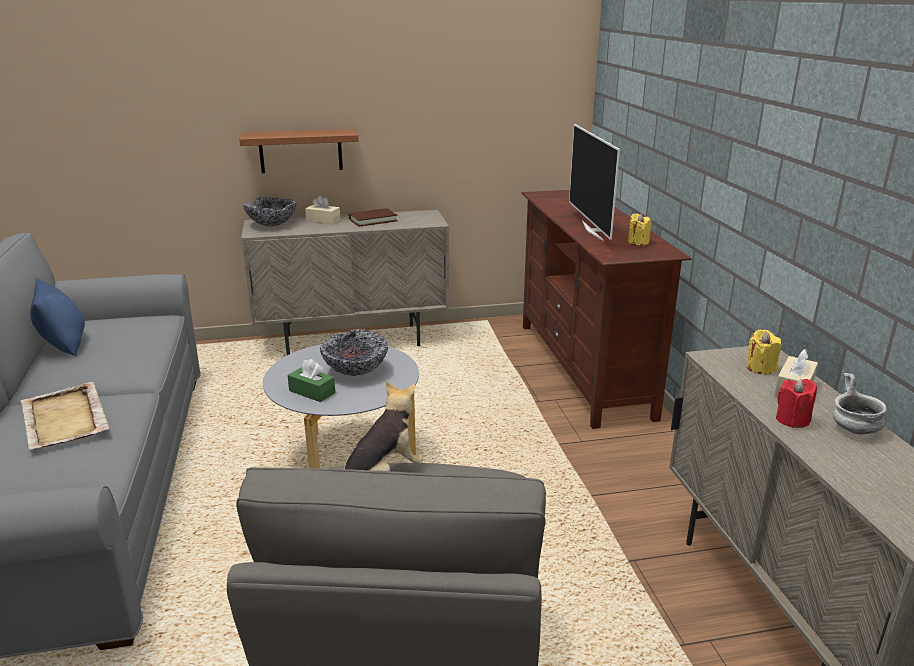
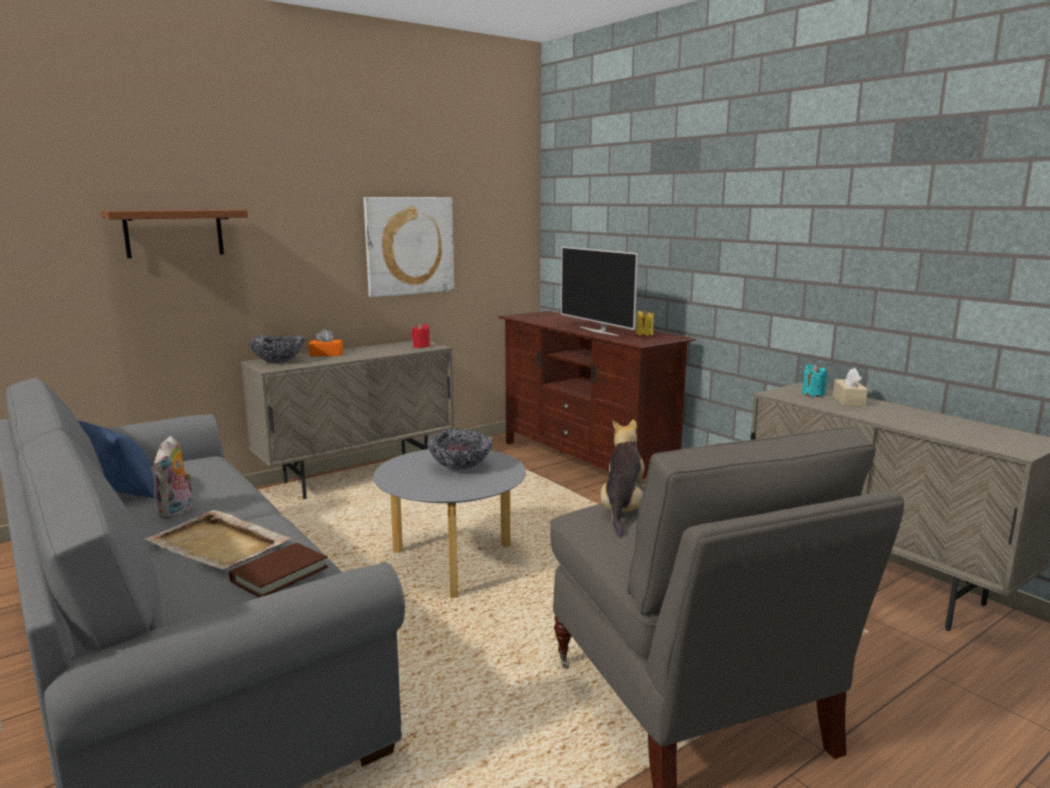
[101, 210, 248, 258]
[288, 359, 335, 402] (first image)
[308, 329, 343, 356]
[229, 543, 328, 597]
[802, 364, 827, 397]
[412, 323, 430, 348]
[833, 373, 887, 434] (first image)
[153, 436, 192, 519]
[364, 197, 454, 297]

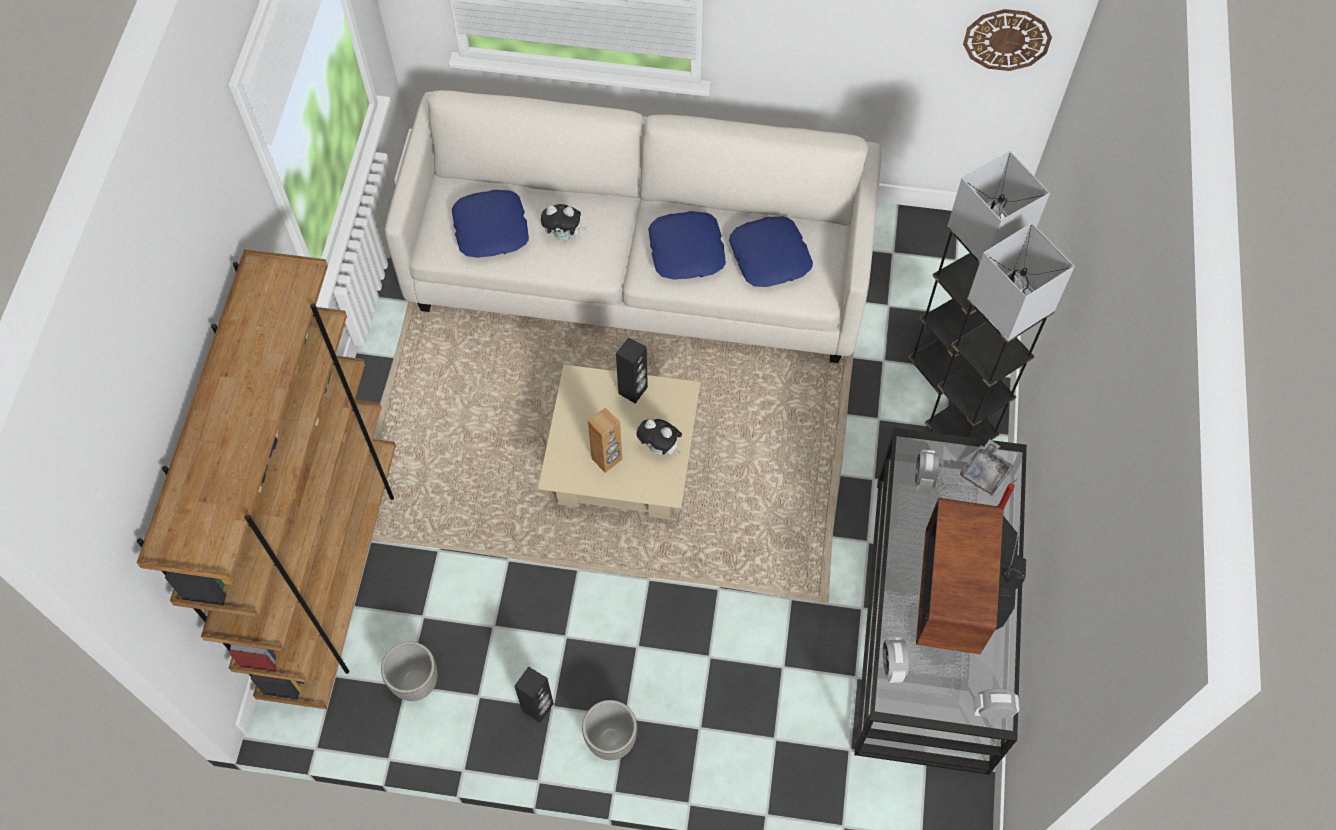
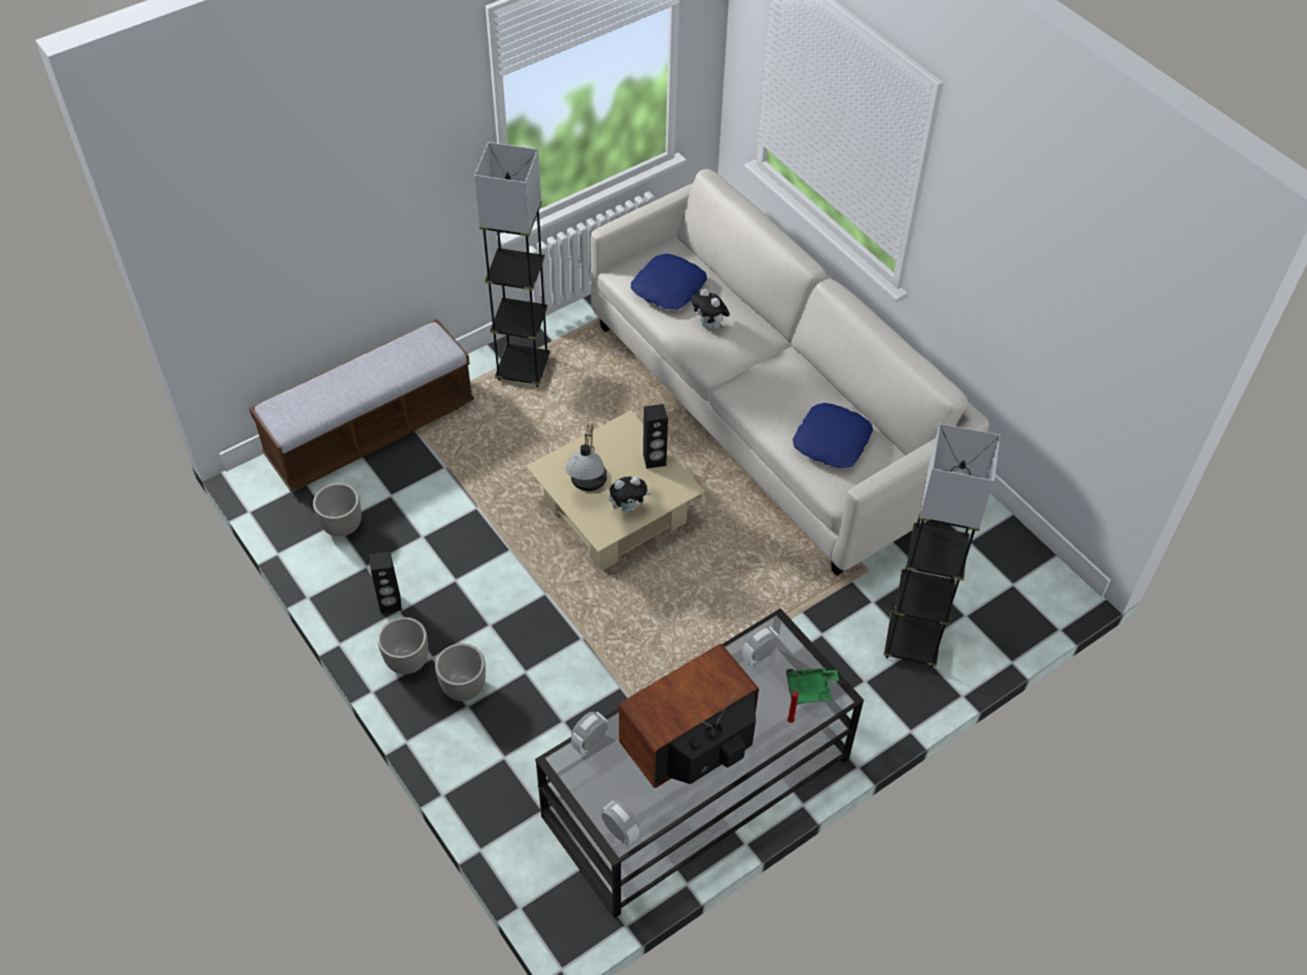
[249, 319, 474, 491]
[566, 423, 607, 491]
[609, 476, 651, 512]
[648, 211, 726, 279] (first image)
[474, 142, 550, 387]
[786, 668, 839, 705]
[963, 9, 1052, 71] (first image)
[435, 643, 486, 701]

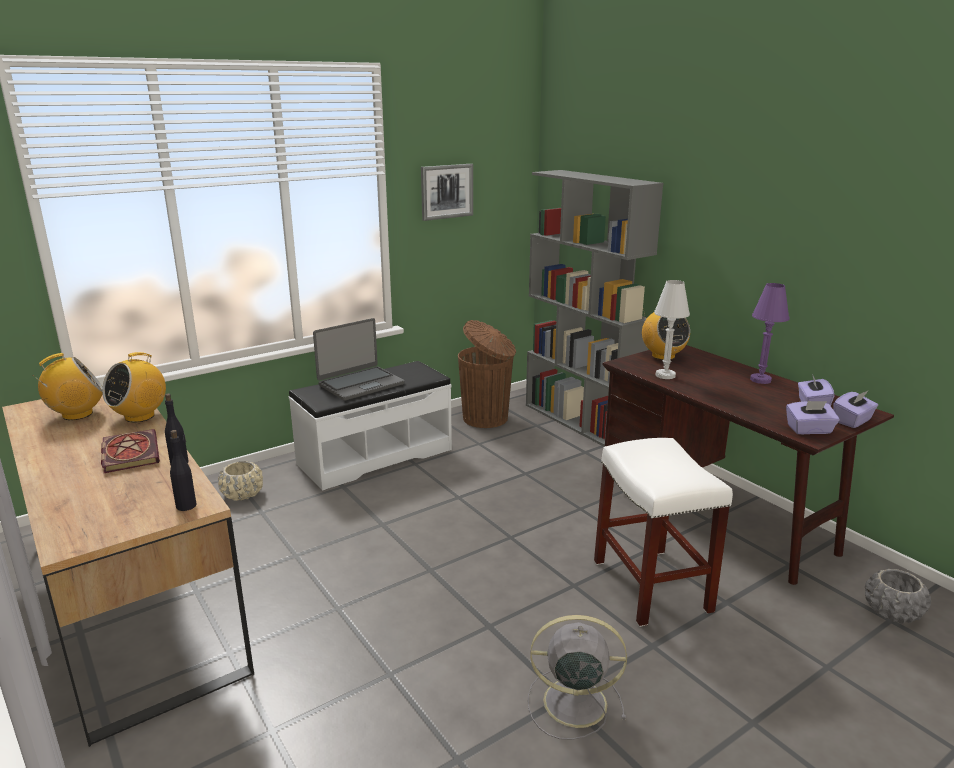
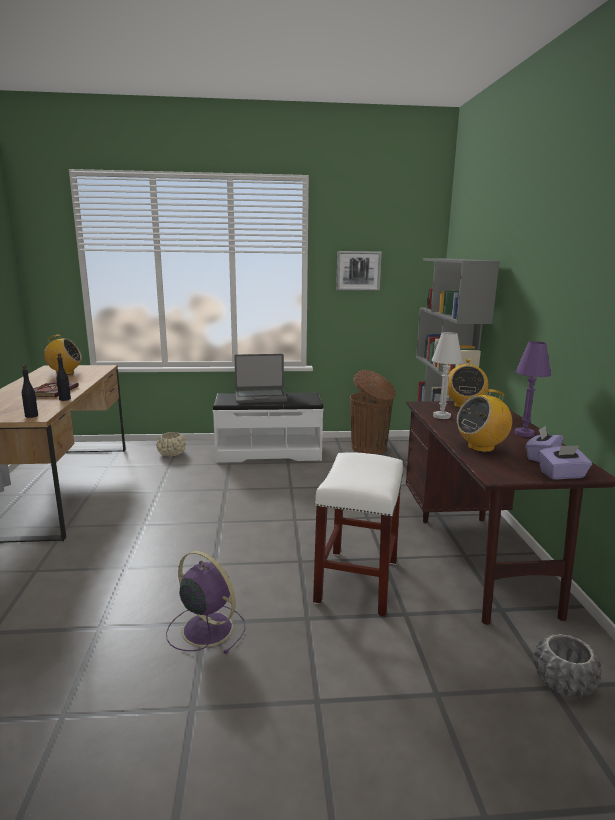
[457, 389, 512, 452]
[166, 551, 246, 654]
[786, 401, 840, 434] (first image)

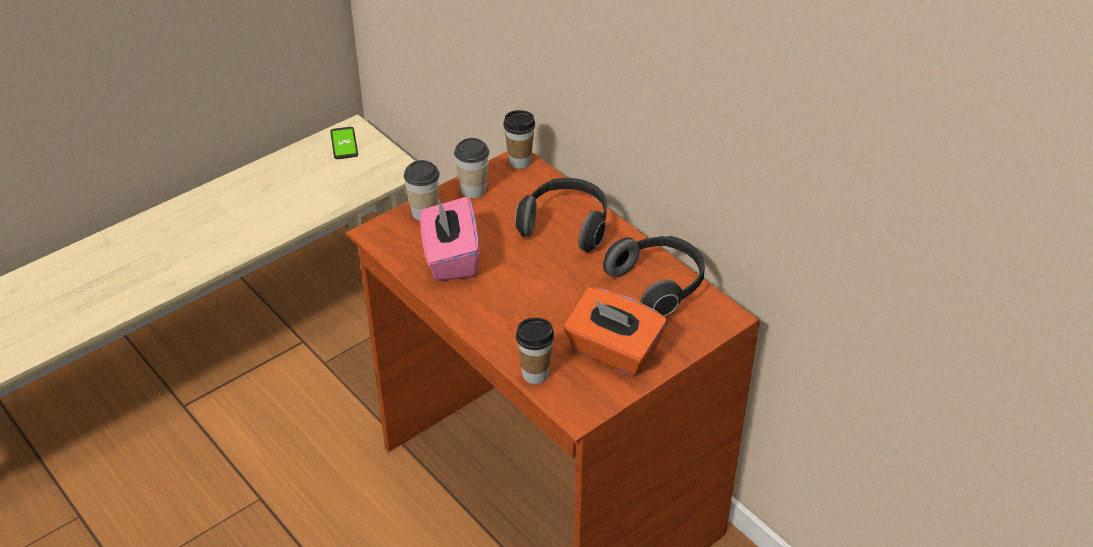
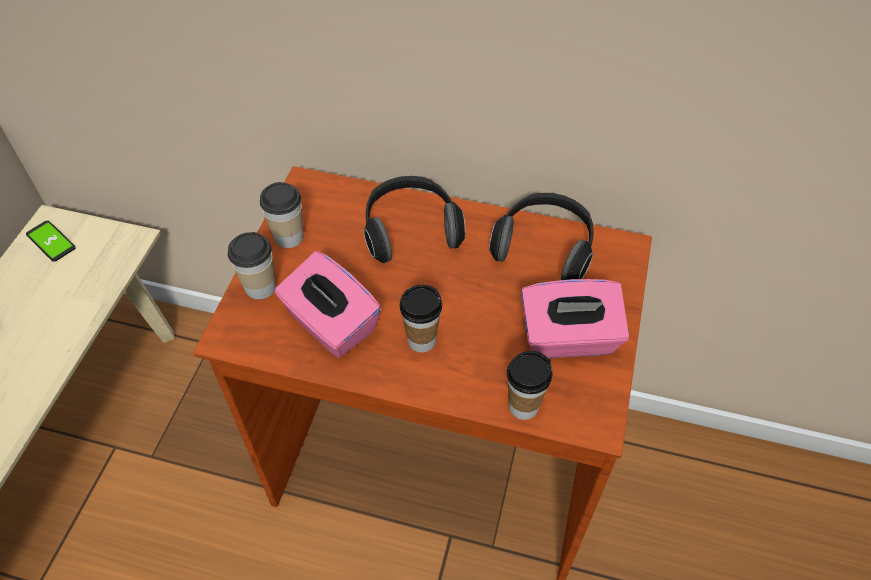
[400, 285, 442, 352]
[521, 279, 629, 359]

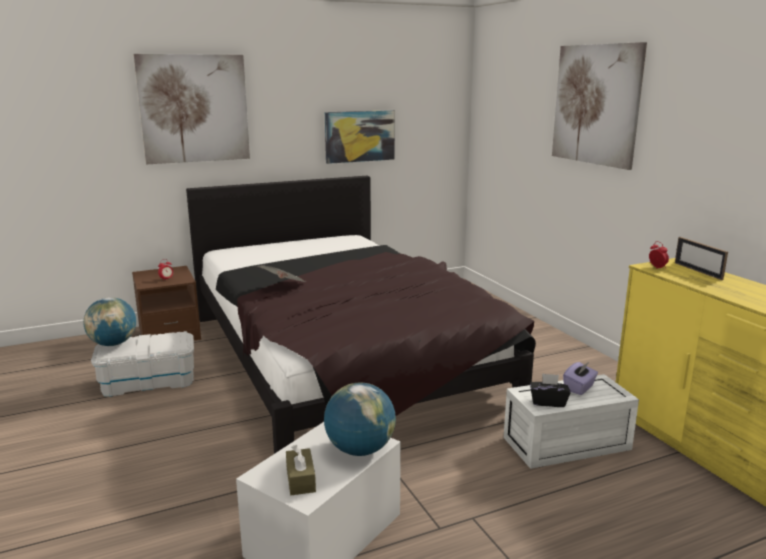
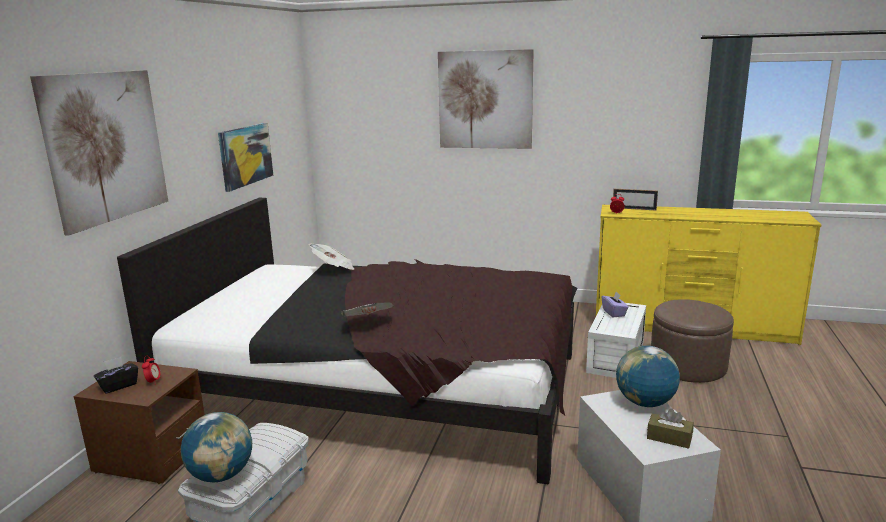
[94, 357, 138, 394]
[308, 244, 354, 270]
[651, 299, 734, 383]

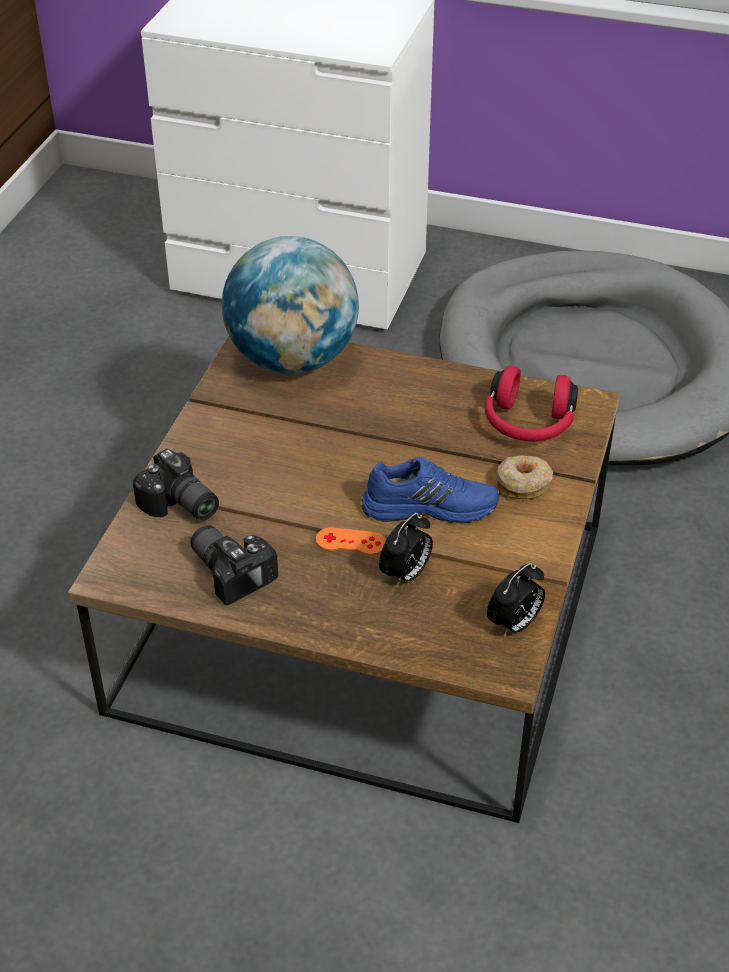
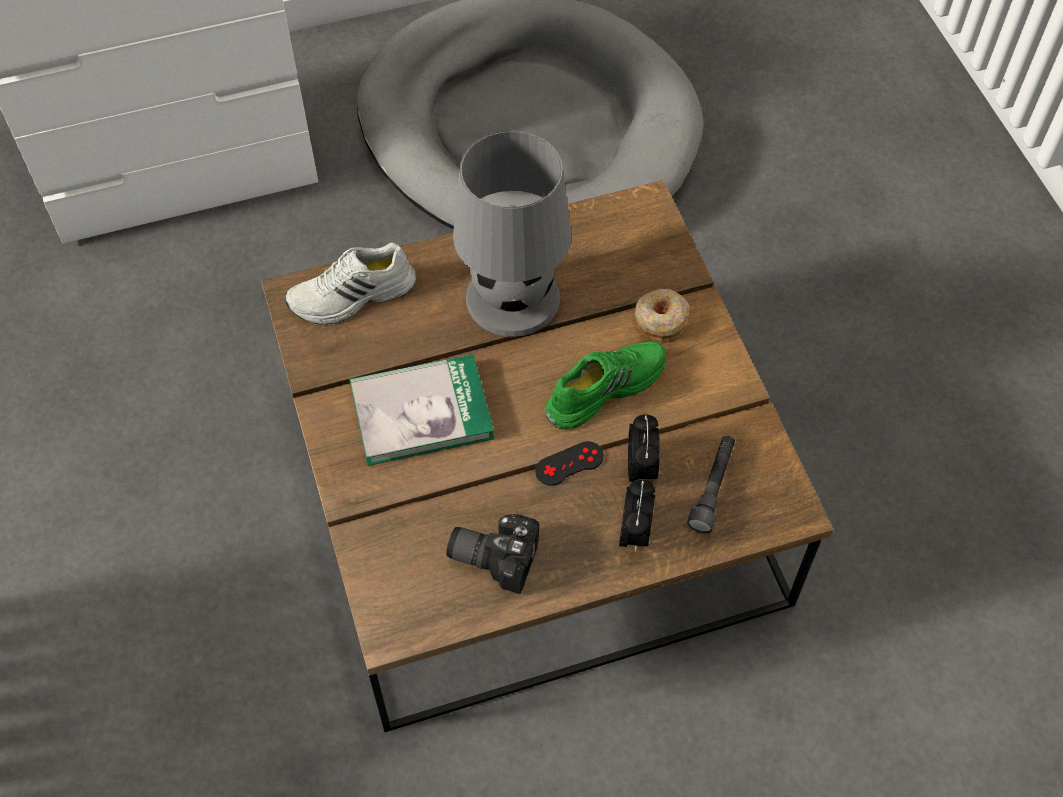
[133, 449, 219, 520] (first image)
[285, 243, 416, 325]
[535, 441, 604, 486]
[545, 341, 666, 430]
[484, 366, 578, 441] (first image)
[619, 479, 655, 552]
[349, 354, 494, 466]
[453, 130, 571, 337]
[687, 436, 735, 533]

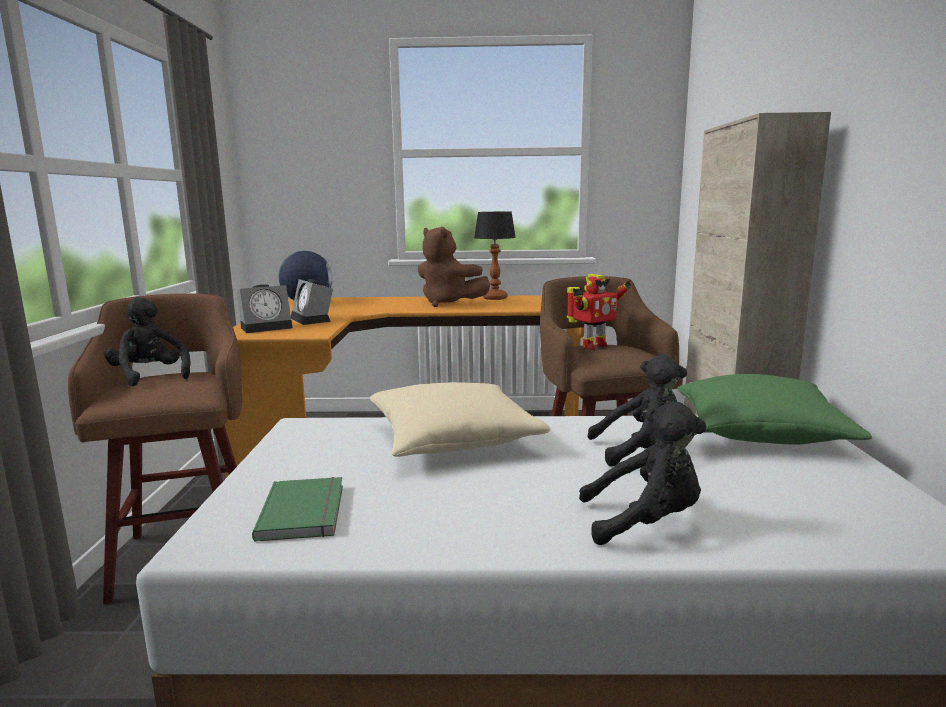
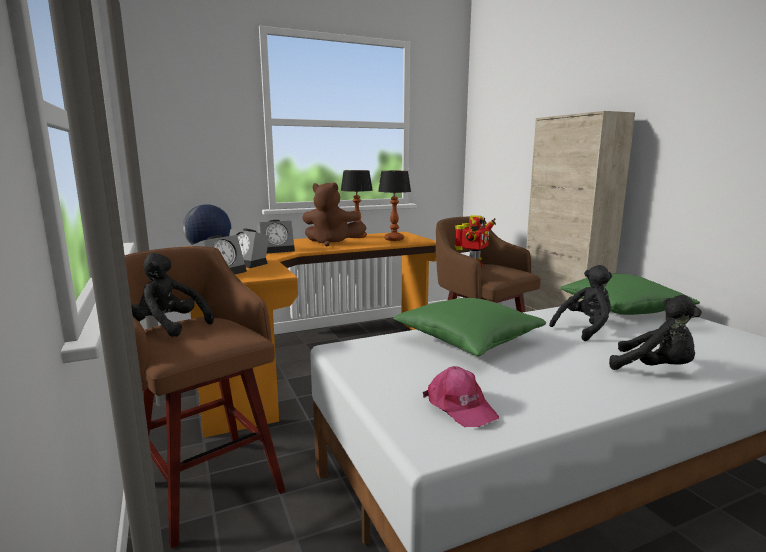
[423, 366, 499, 427]
[393, 298, 546, 356]
[609, 295, 702, 370]
[257, 220, 295, 253]
[378, 171, 411, 241]

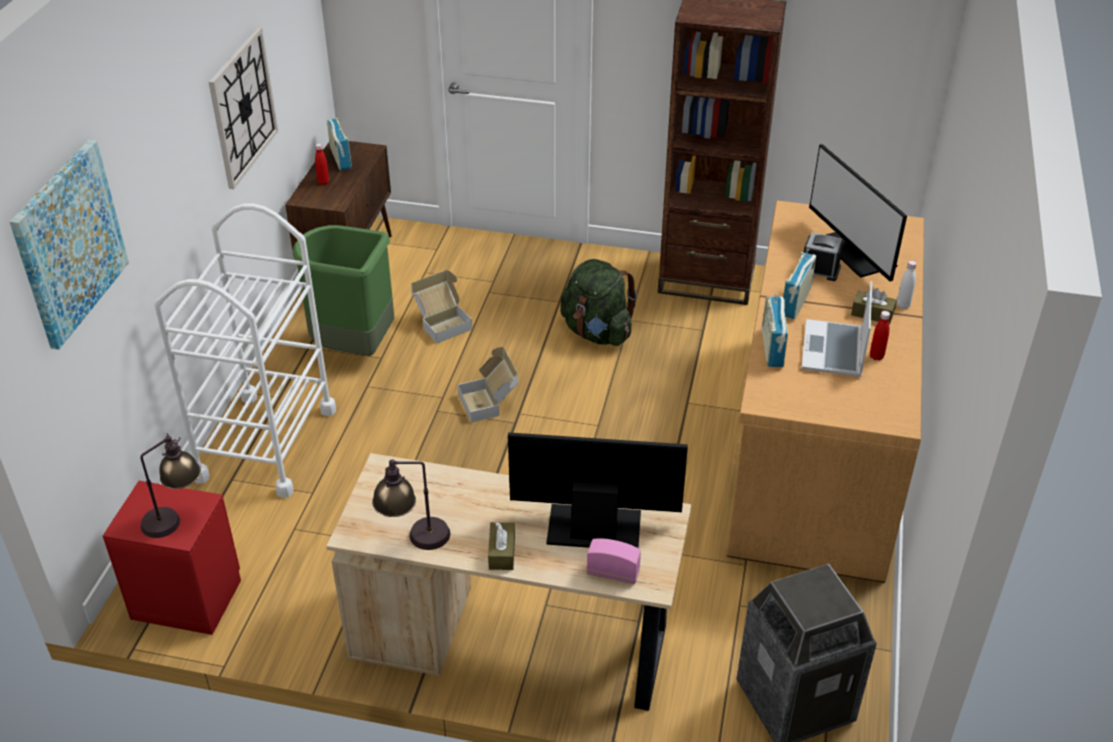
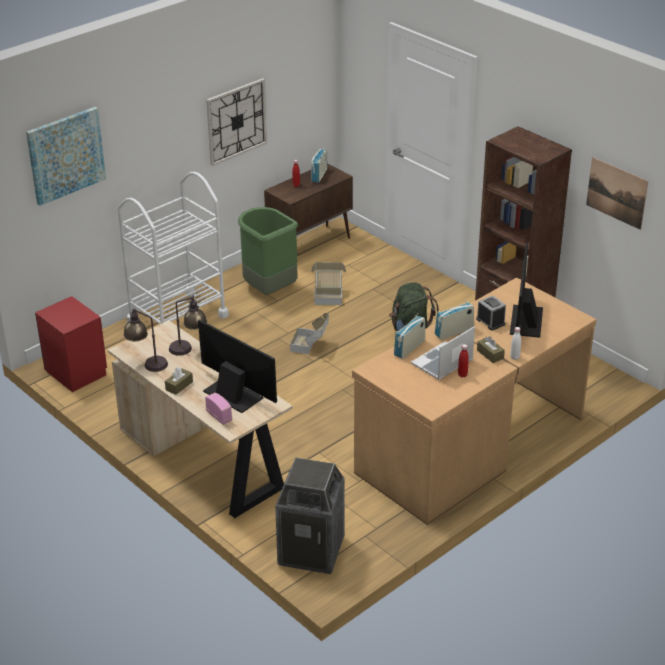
[169, 295, 207, 356]
[586, 157, 648, 230]

